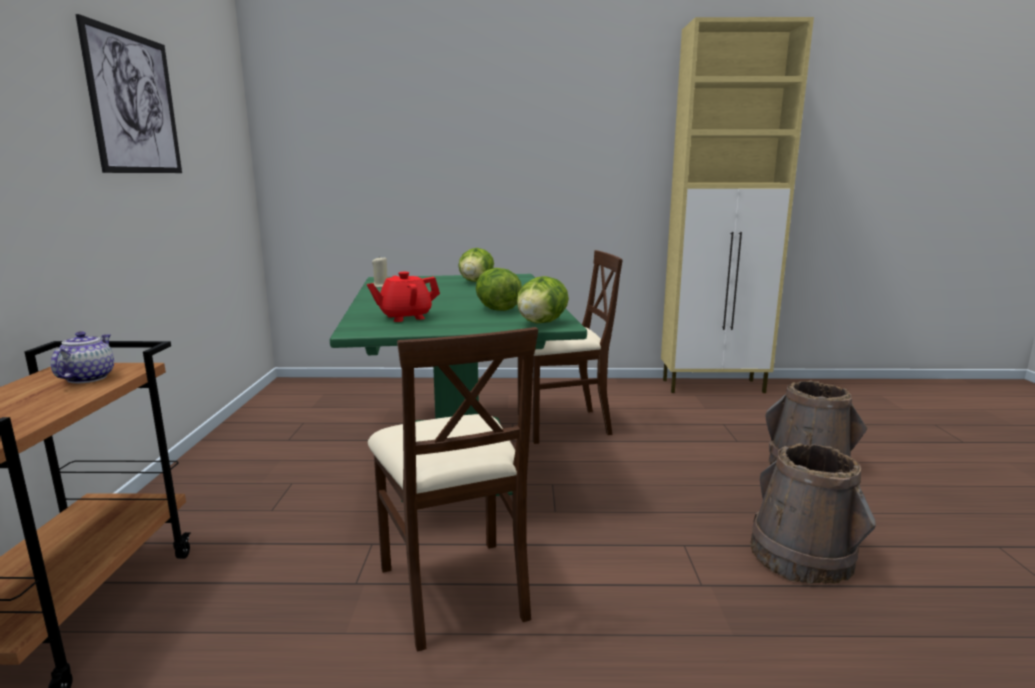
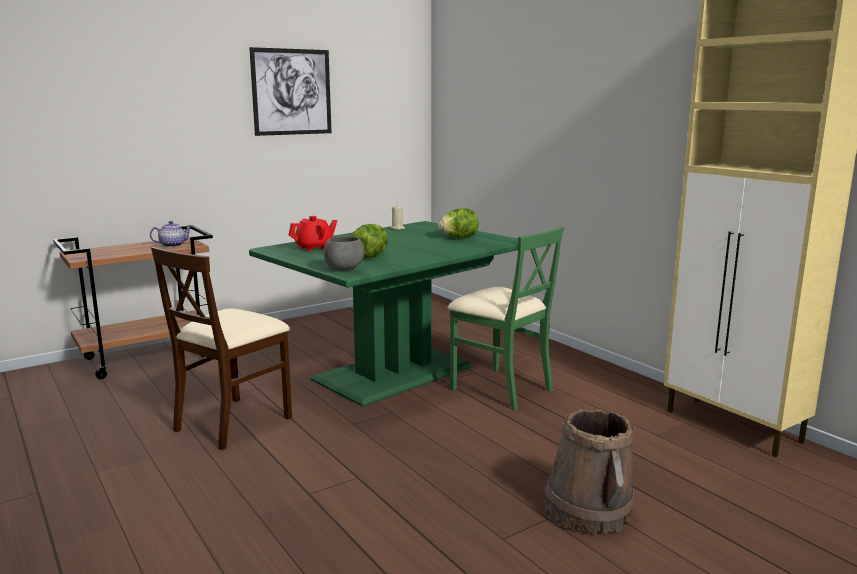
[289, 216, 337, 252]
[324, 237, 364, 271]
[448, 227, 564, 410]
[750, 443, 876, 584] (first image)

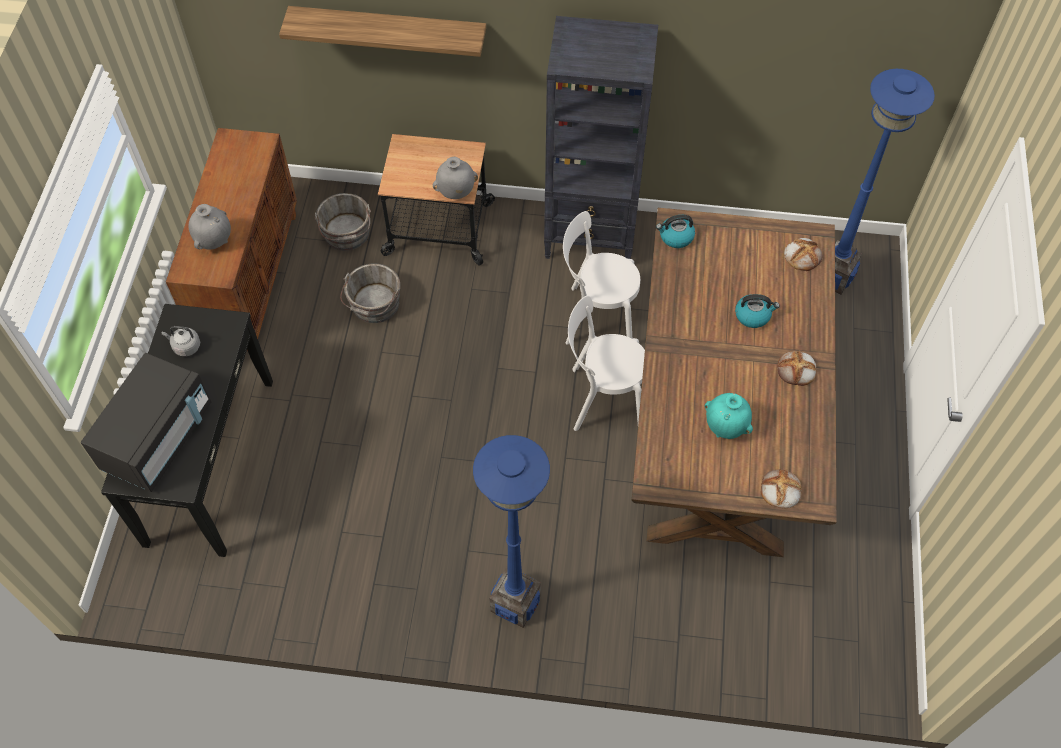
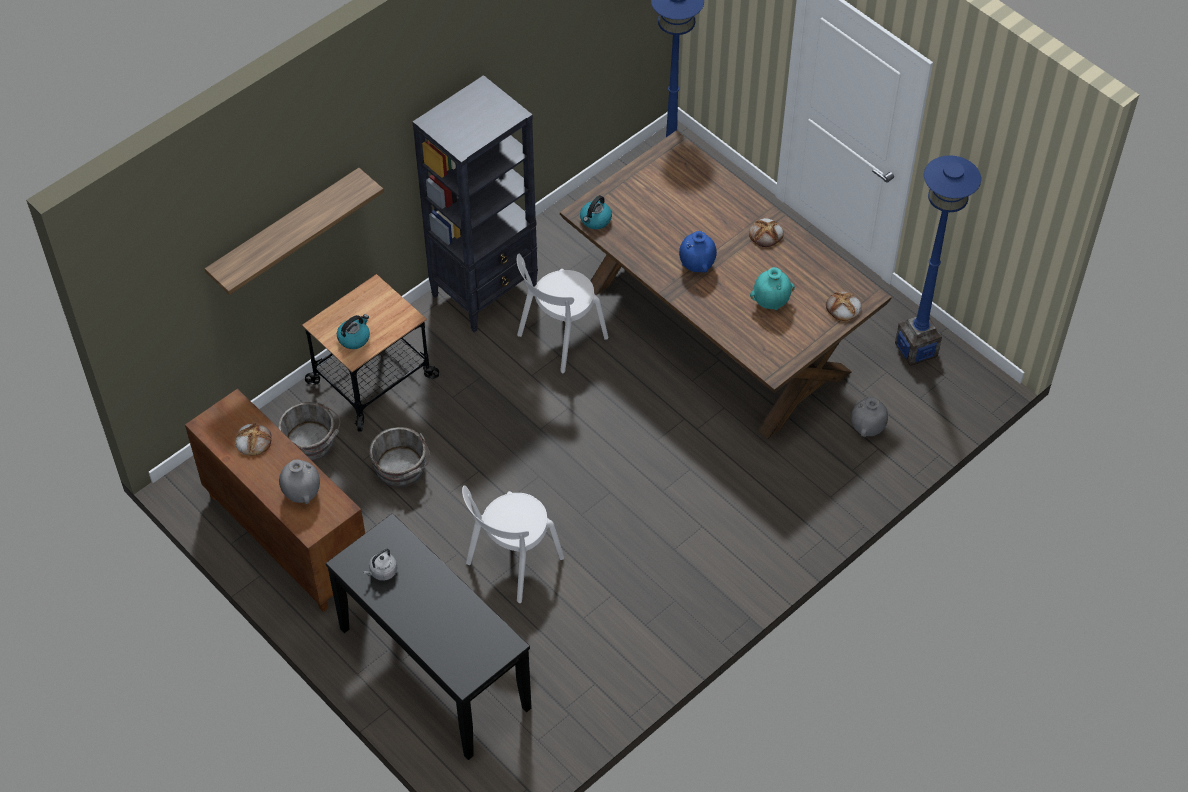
[81, 353, 211, 492] (first image)
[851, 397, 888, 437]
[895, 155, 981, 366]
[462, 485, 564, 603]
[337, 314, 370, 349]
[235, 423, 272, 456]
[679, 231, 717, 273]

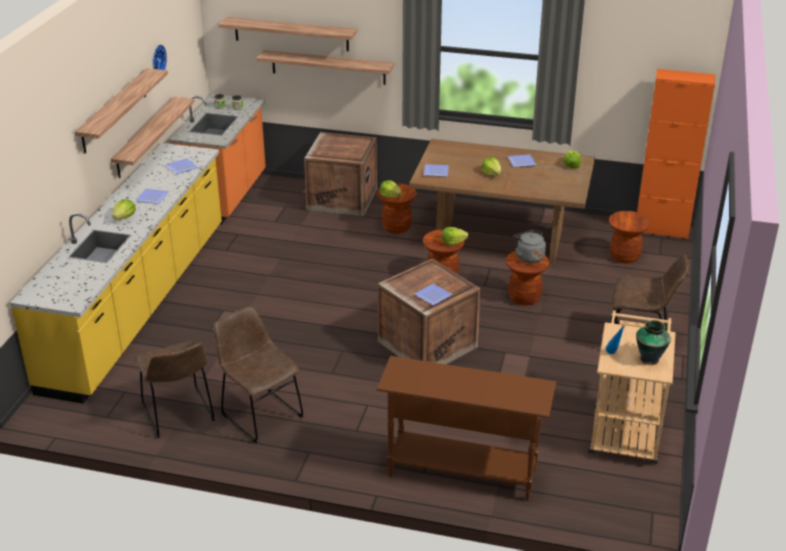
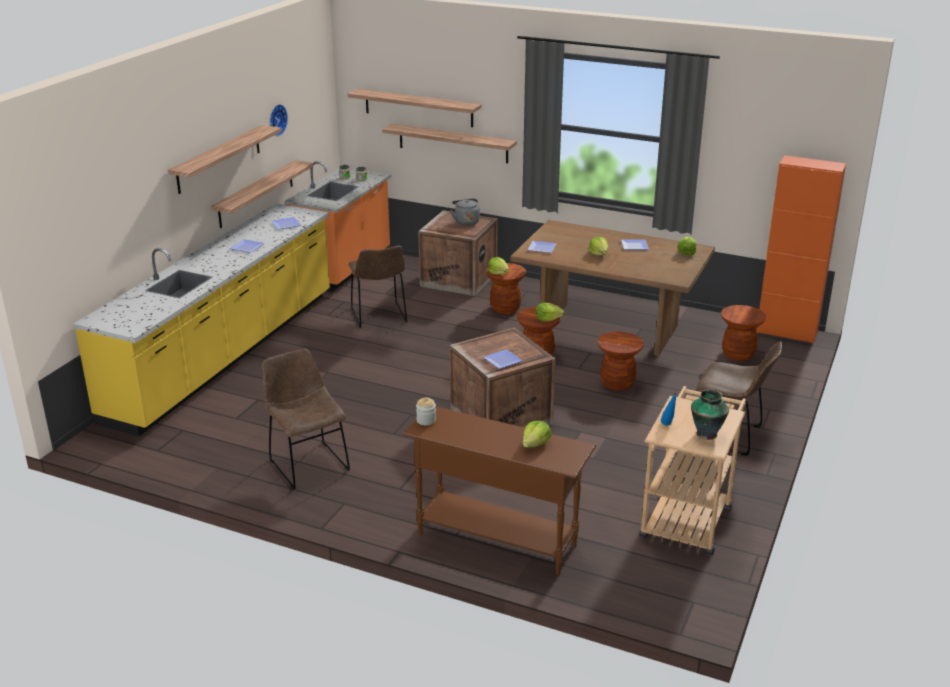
[523, 421, 552, 448]
[348, 246, 407, 328]
[450, 199, 480, 226]
[416, 397, 436, 425]

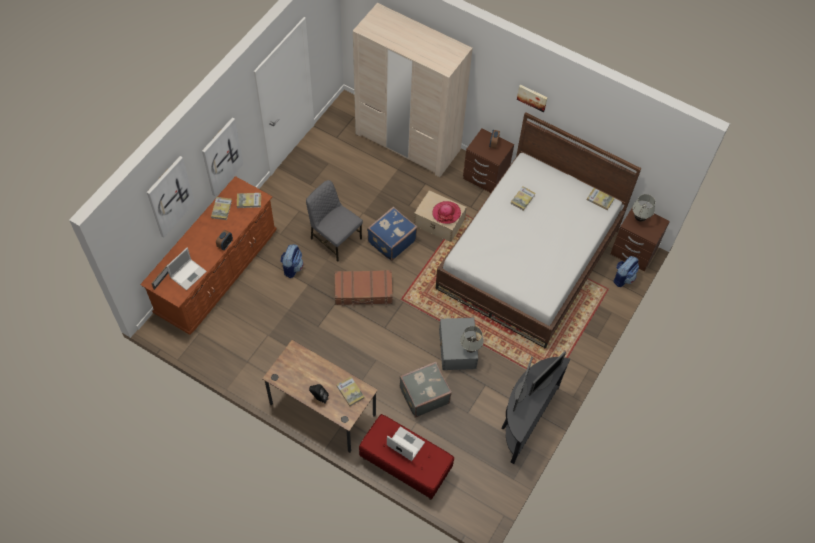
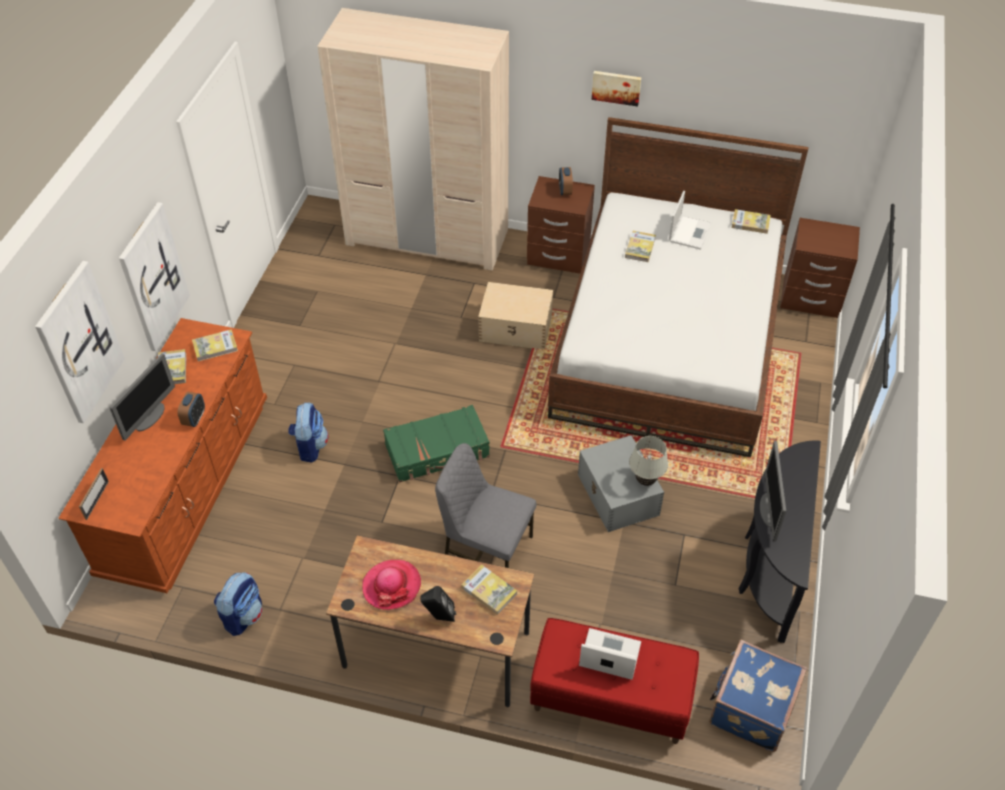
[669, 191, 712, 250]
[435, 443, 537, 568]
[383, 405, 490, 482]
[709, 640, 807, 752]
[400, 361, 452, 418] (first image)
[362, 560, 421, 610]
[109, 353, 175, 441]
[214, 572, 262, 636]
[632, 194, 655, 222] (first image)

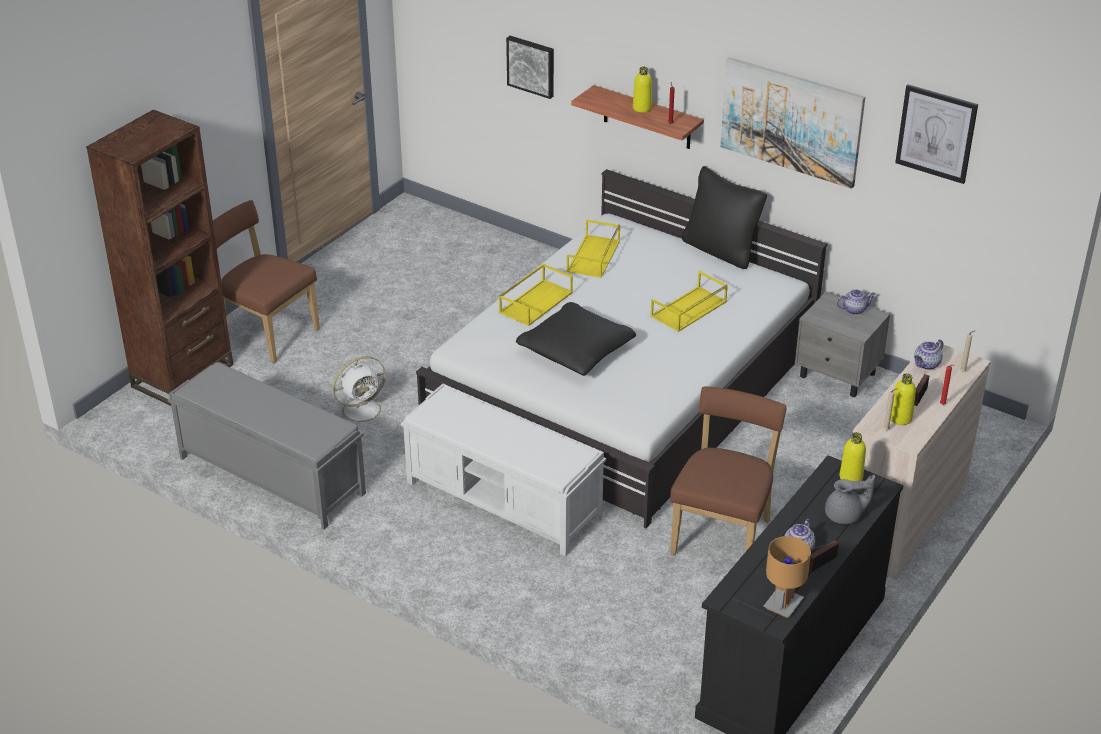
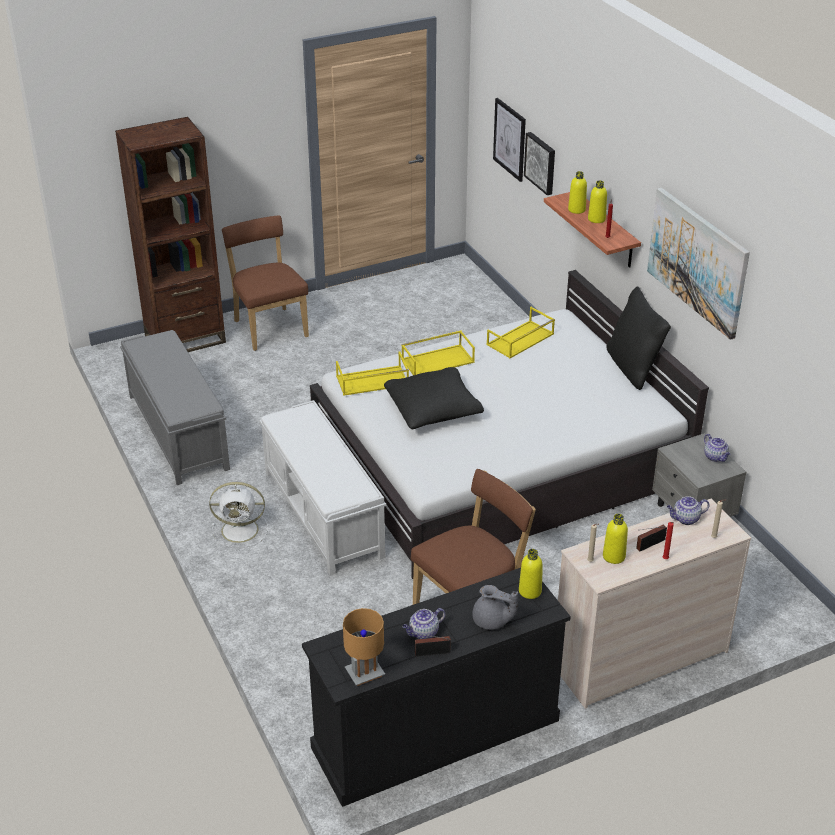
[209, 482, 268, 548]
[336, 352, 409, 396]
[704, 434, 730, 462]
[493, 98, 526, 182]
[568, 171, 587, 214]

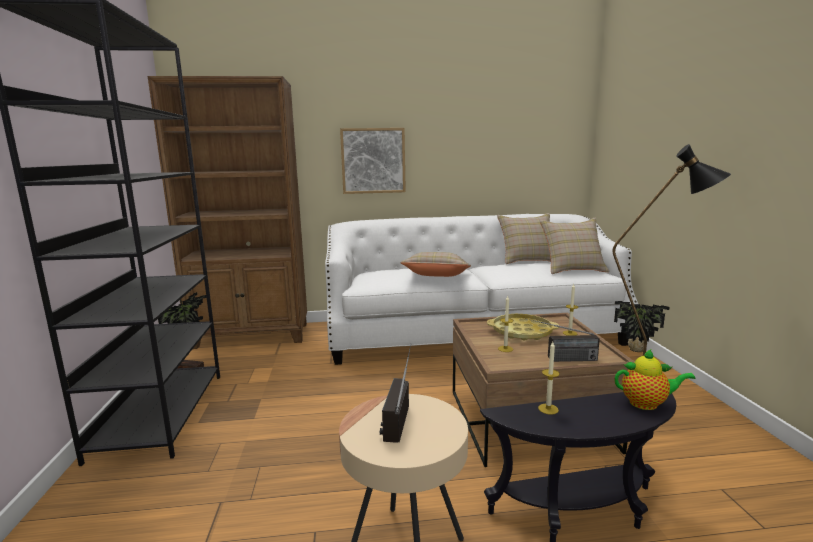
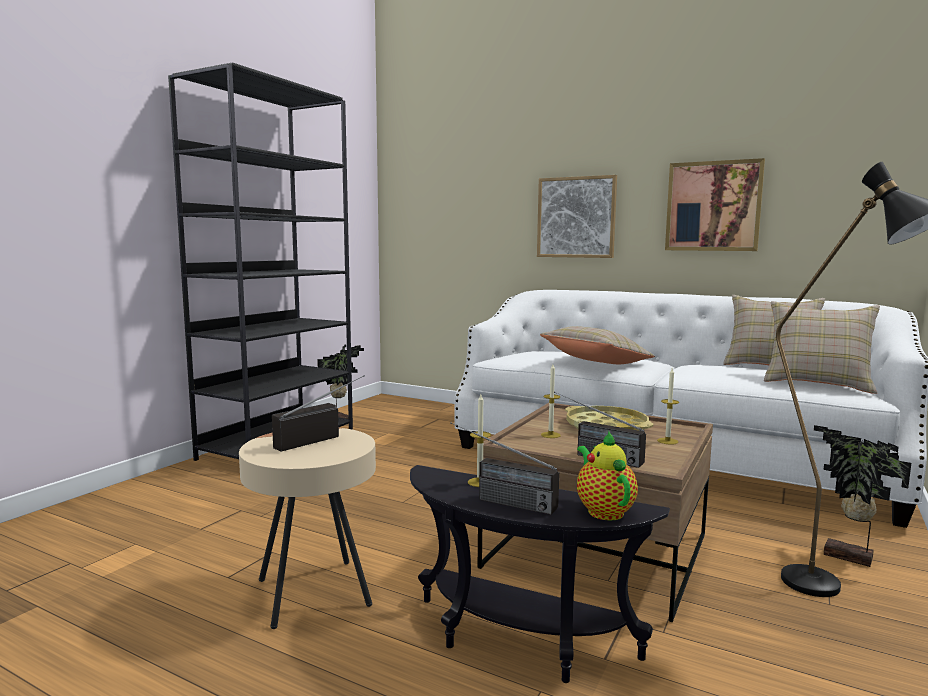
[148, 76, 307, 349] (first image)
[577, 431, 638, 521]
[450, 422, 559, 515]
[665, 158, 765, 251]

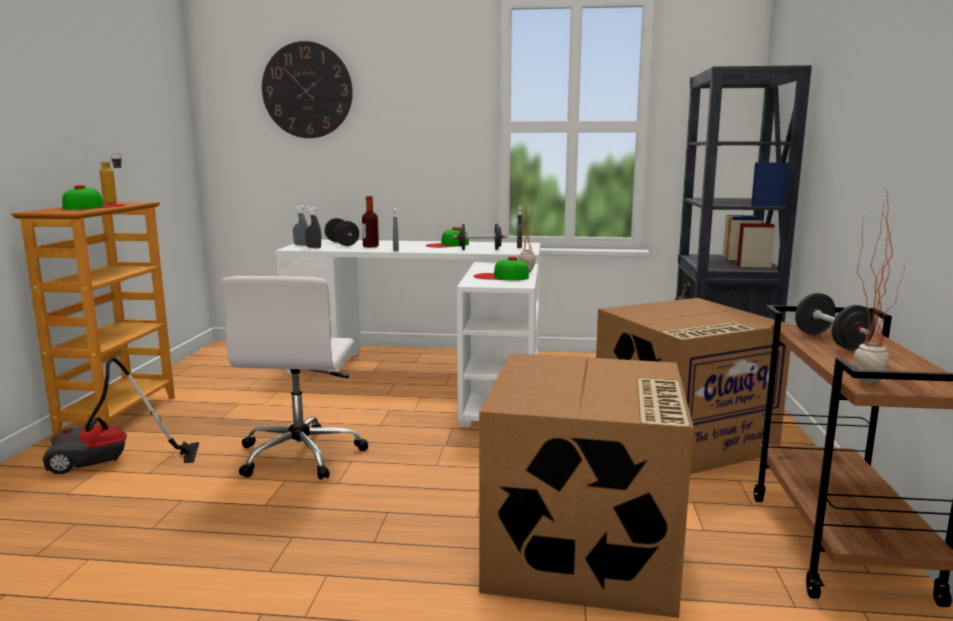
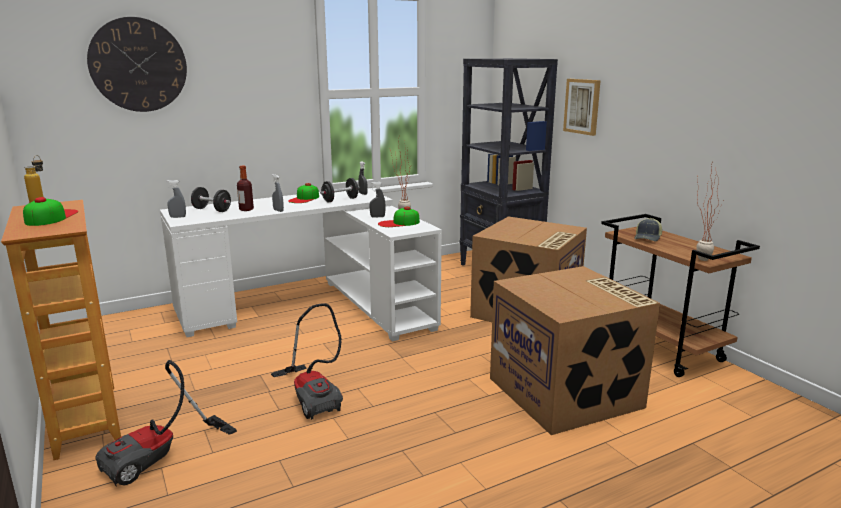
[271, 303, 343, 420]
[370, 182, 386, 217]
[634, 218, 662, 241]
[563, 79, 601, 136]

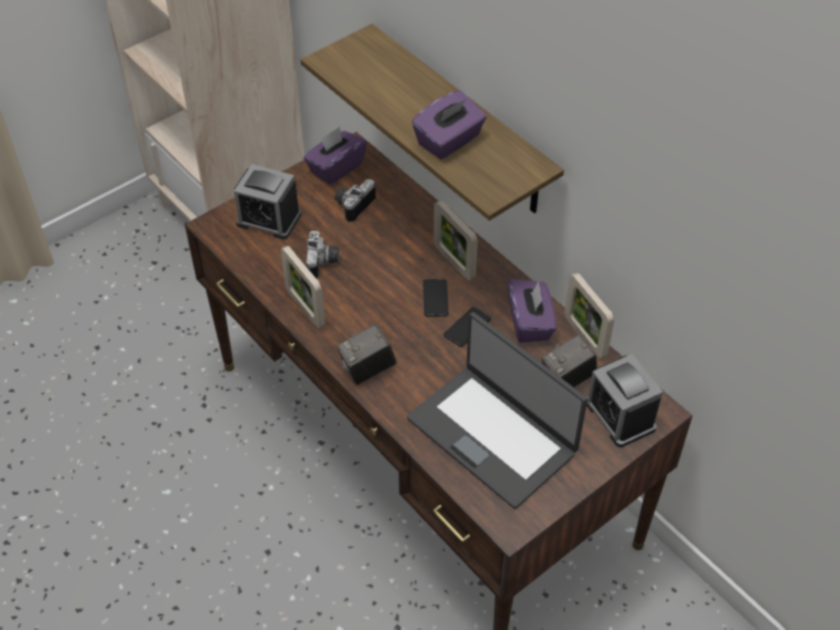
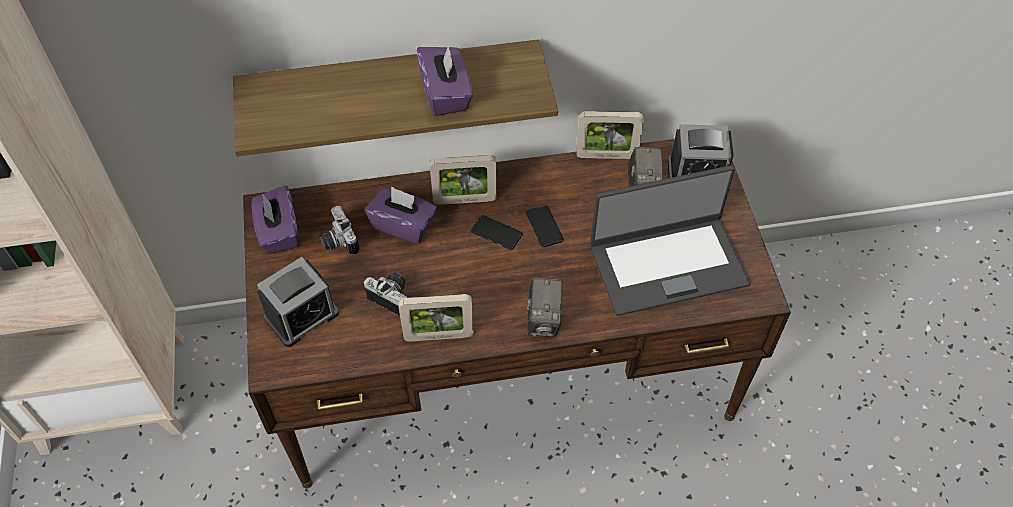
[365, 186, 437, 244]

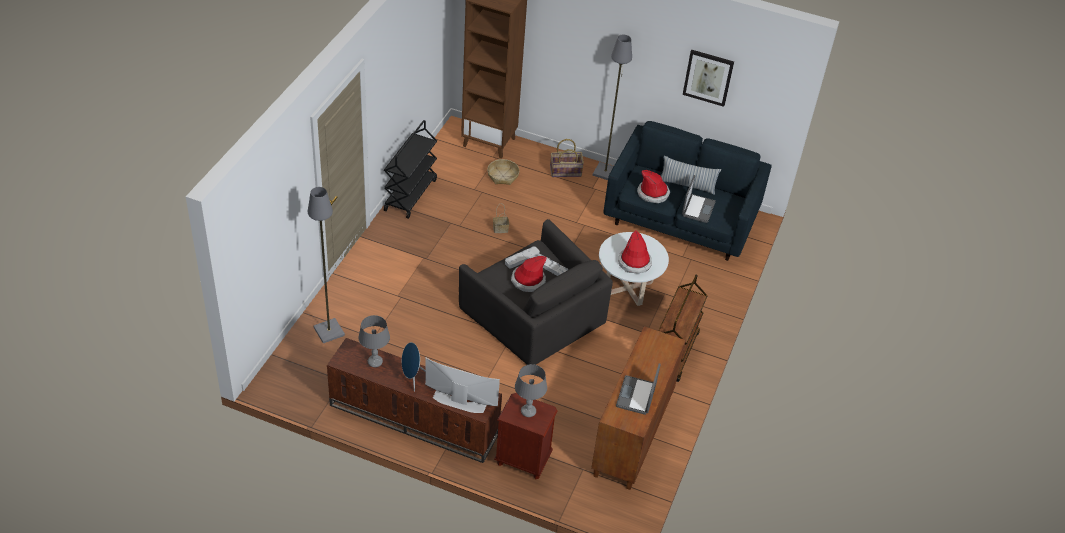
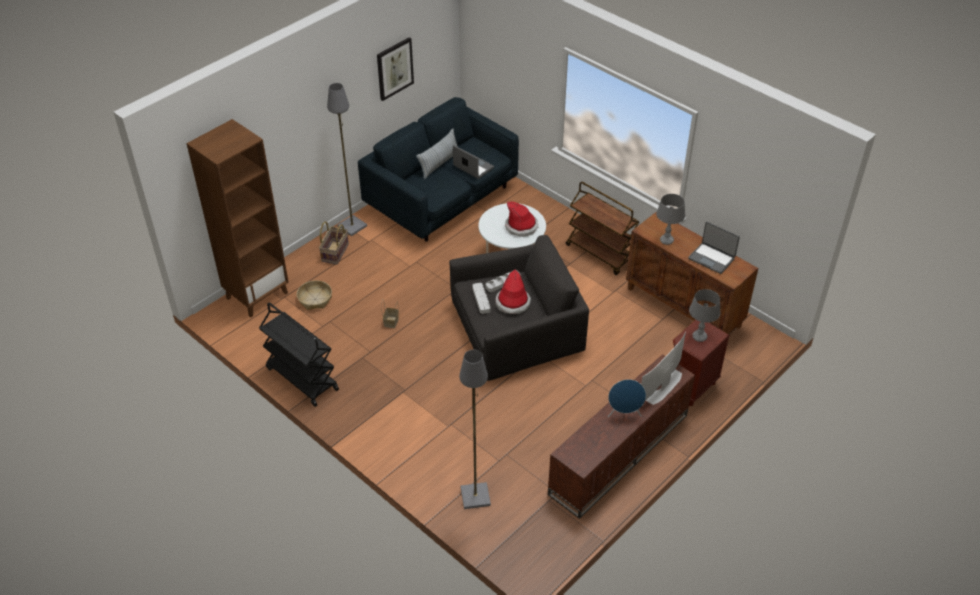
[656, 194, 685, 245]
[637, 170, 670, 203] (first image)

